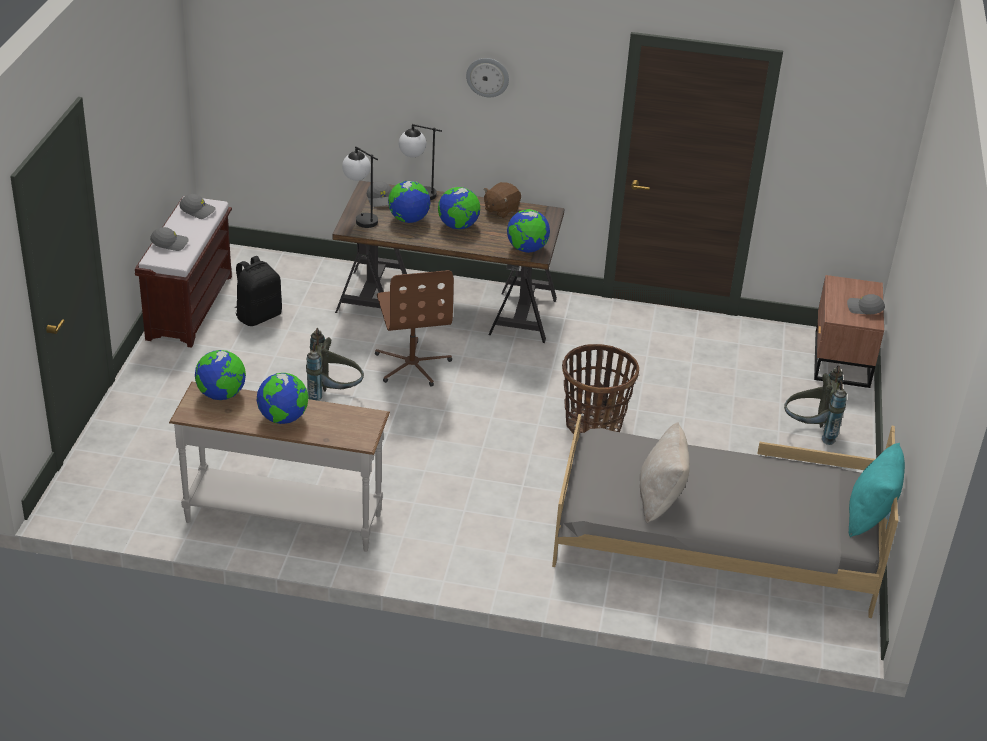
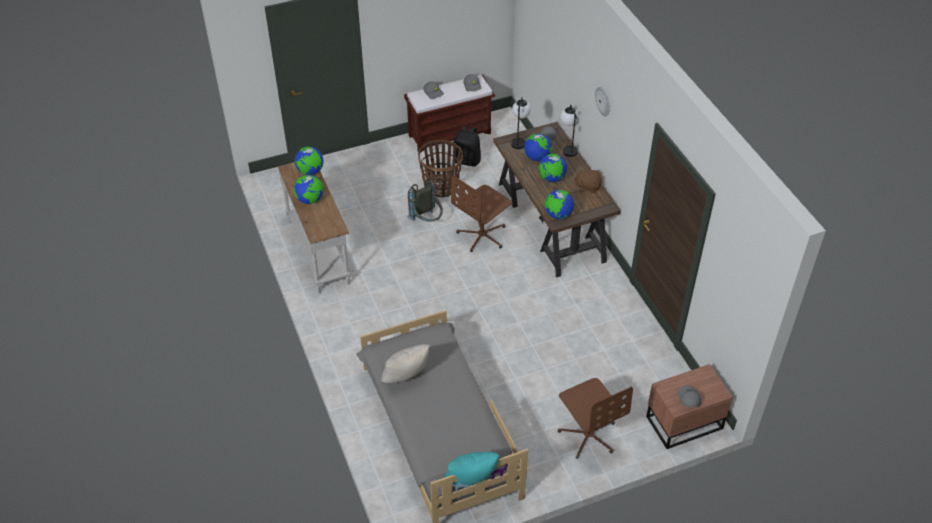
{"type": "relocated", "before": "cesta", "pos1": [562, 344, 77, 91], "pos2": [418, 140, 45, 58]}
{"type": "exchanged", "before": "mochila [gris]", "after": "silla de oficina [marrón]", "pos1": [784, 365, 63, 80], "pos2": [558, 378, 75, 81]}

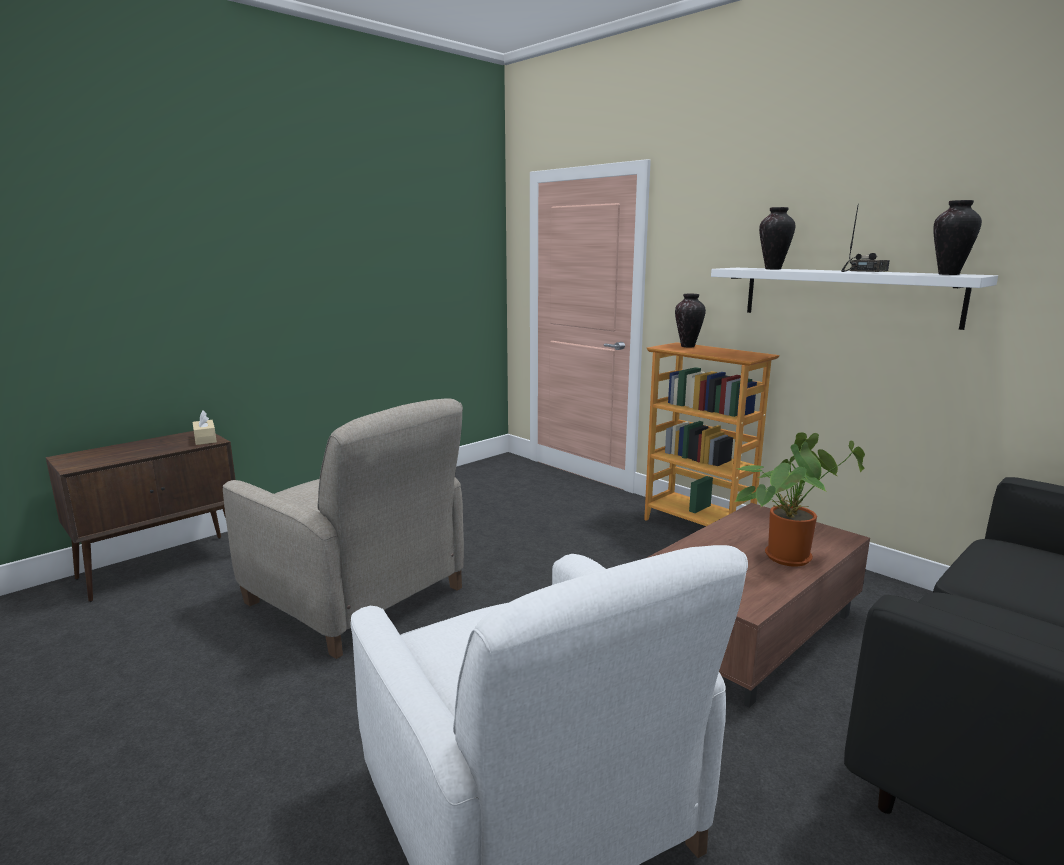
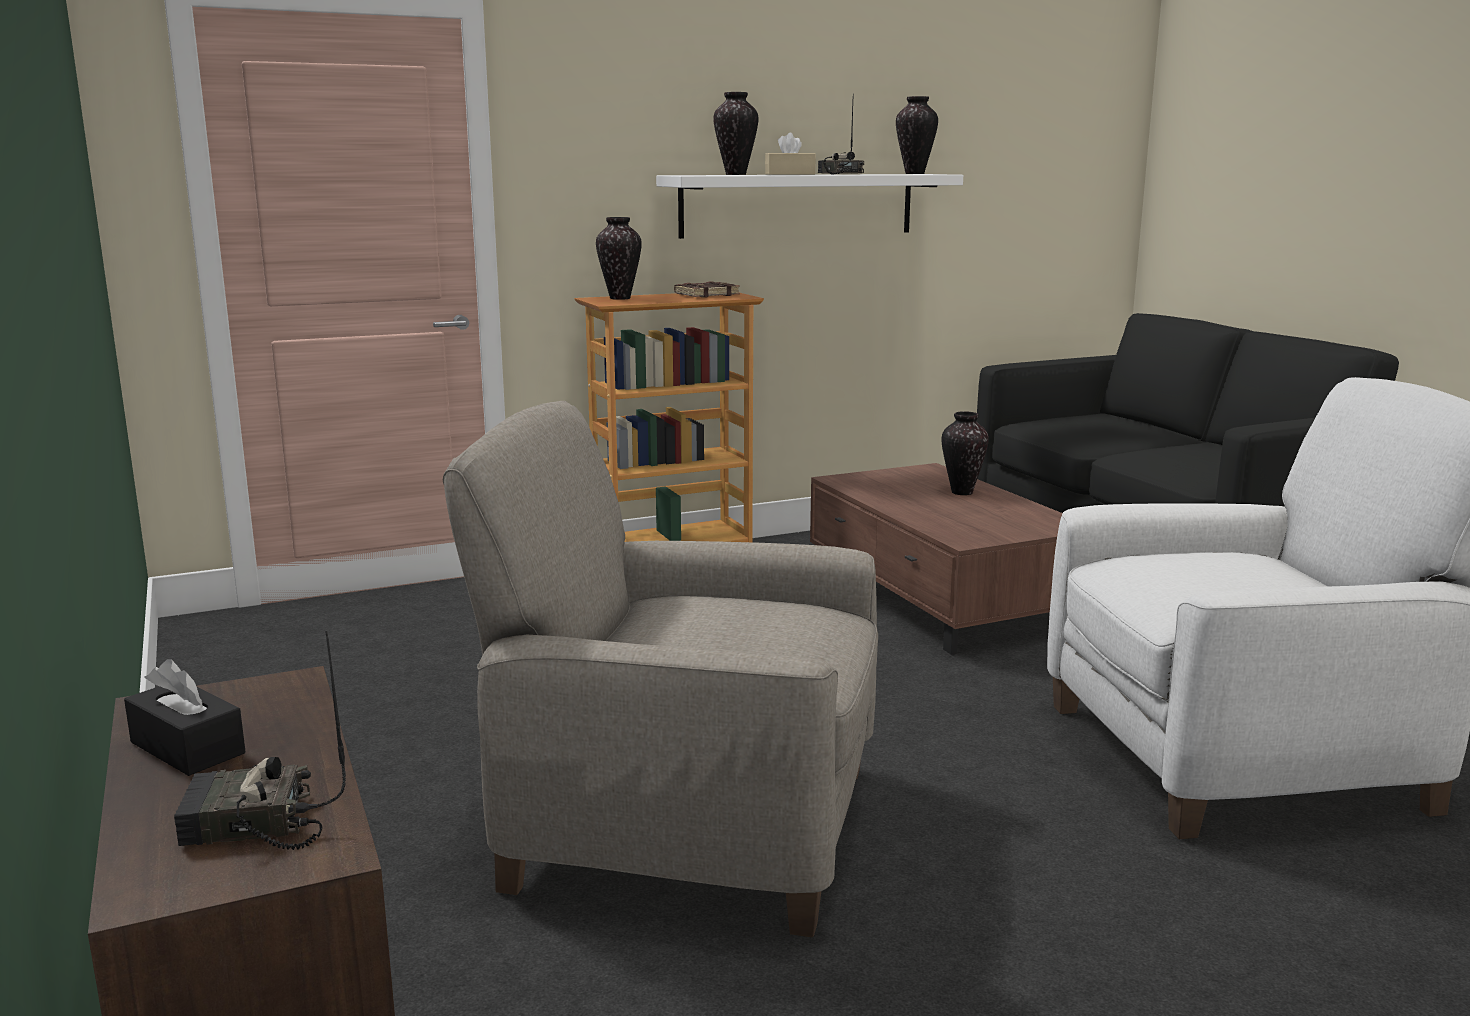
{"type": "appeared", "after": "caja de pañuelos [negro]", "pos2": [124, 659, 122, 117]}
{"type": "appeared", "after": "radio", "pos2": [174, 630, 172, 220]}
{"type": "spun", "before": "sillón [beis]", "pos1": [223, 398, 241, 261], "pos2": [443, 401, 435, 536], "turn": -135}
{"type": "appeared", "after": "libro [marrón]", "pos2": [674, 281, 66, 17]}
{"type": "relocated", "before": "caja de pañuelos [beis]", "pos1": [192, 410, 25, 35], "pos2": [765, 133, 51, 42]}
{"type": "exchanged", "before": "planta en maceta", "after": "florero", "pos1": [734, 432, 131, 135], "pos2": [942, 411, 47, 84]}

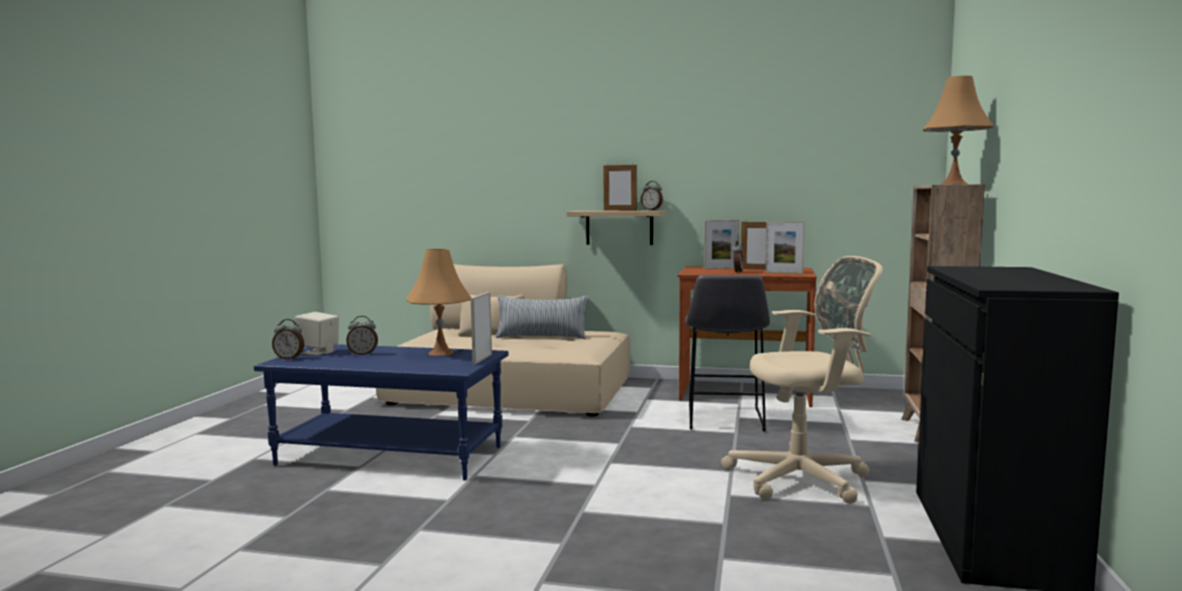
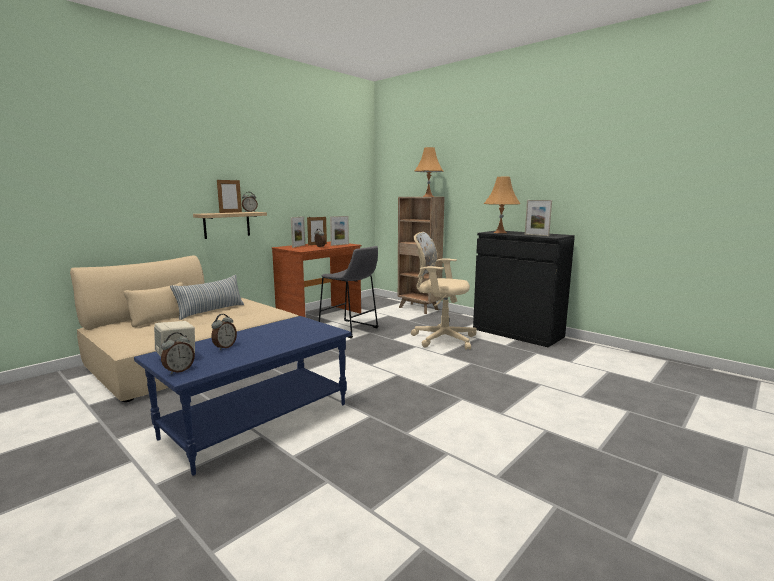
{"type": "spun", "before": "silla de oficina [beis]", "pos1": [721, 256, 162, 248], "pos2": [411, 232, 66, 118], "turn": -90}
{"type": "relocated", "before": "lámpara de mesa [naranja]", "pos1": [406, 249, 65, 107], "pos2": [484, 177, 36, 56]}
{"type": "relocated", "before": "portarretratos", "pos1": [471, 292, 21, 73], "pos2": [525, 200, 27, 36]}

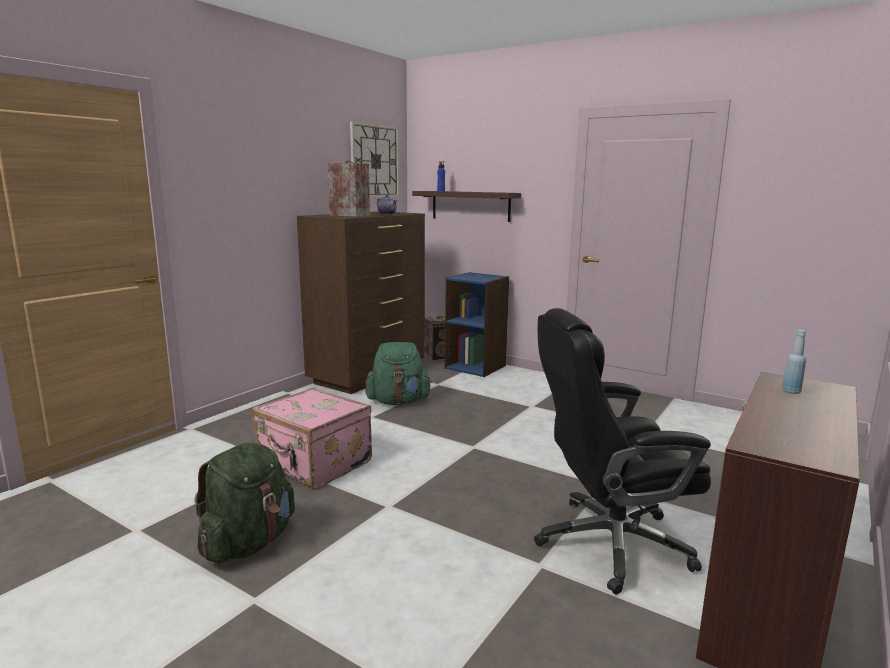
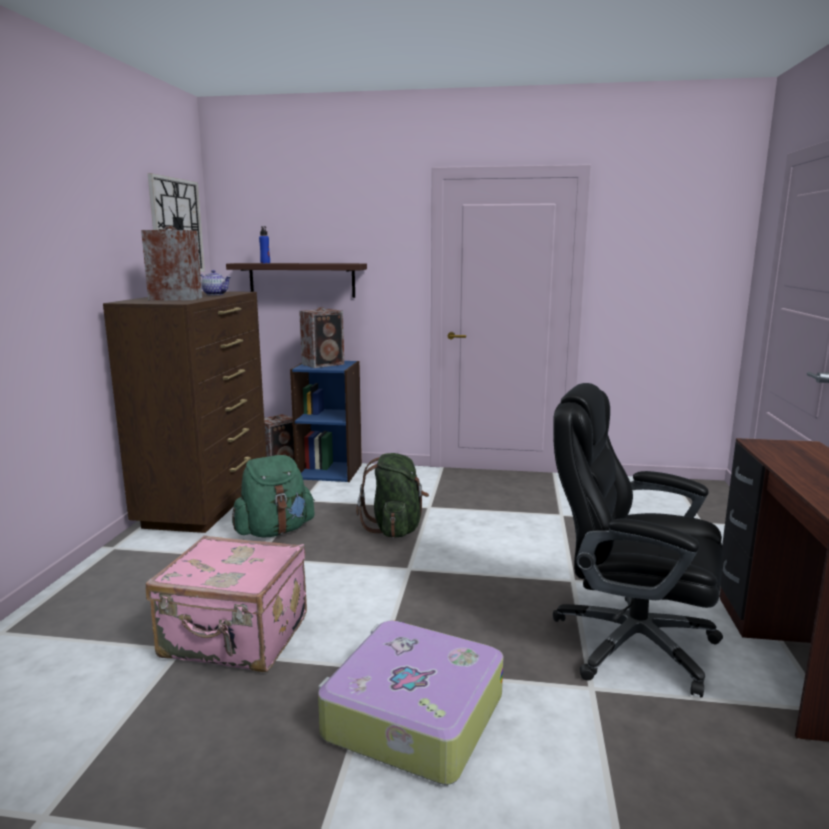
{"type": "appeared", "after": "altavoz", "pos2": [299, 307, 45, 61]}
{"type": "appeared", "after": "maleta", "pos2": [318, 620, 186, 165]}
{"type": "relocated", "before": "mochila [verde]", "pos1": [194, 443, 101, 120], "pos2": [356, 453, 73, 85]}
{"type": "spun", "before": "silla de oficina [negro]", "pos1": [534, 308, 177, 287], "pos2": [553, 383, 170, 315], "turn": 60}
{"type": "missing", "before": "botella [azul]", "pos1": [782, 330, 24, 64]}

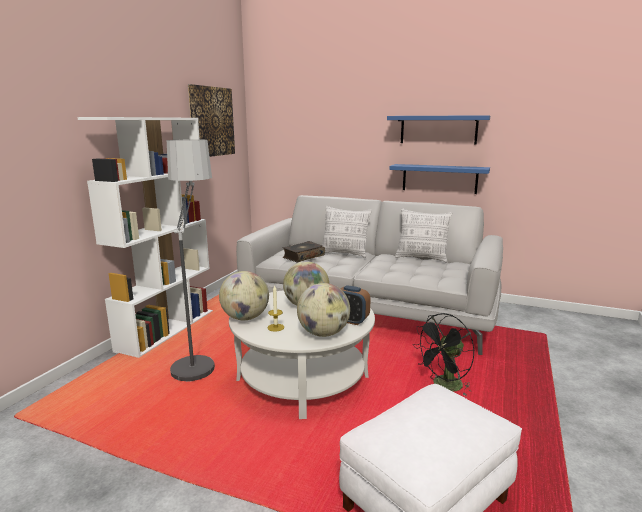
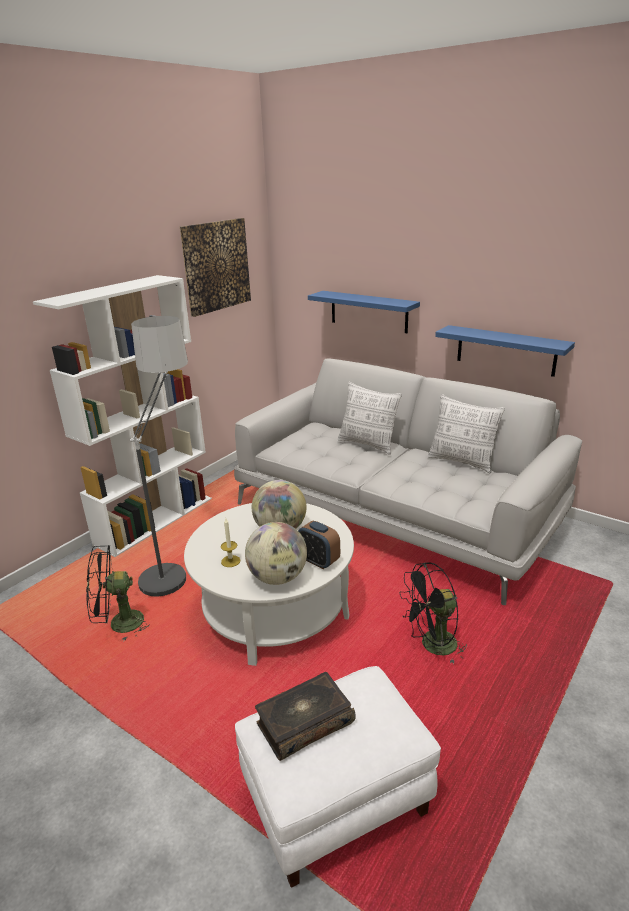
{"type": "appeared", "after": "ventilador [negro]", "pos2": [86, 545, 64, 95]}
{"type": "relocated", "before": "libro", "pos1": [283, 241, 42, 21], "pos2": [255, 672, 100, 89]}
{"type": "relocated", "before": "estante [azul]", "pos1": [387, 115, 103, 30], "pos2": [308, 291, 112, 42]}
{"type": "missing", "before": "globo terráqueo", "pos1": [219, 271, 50, 49]}

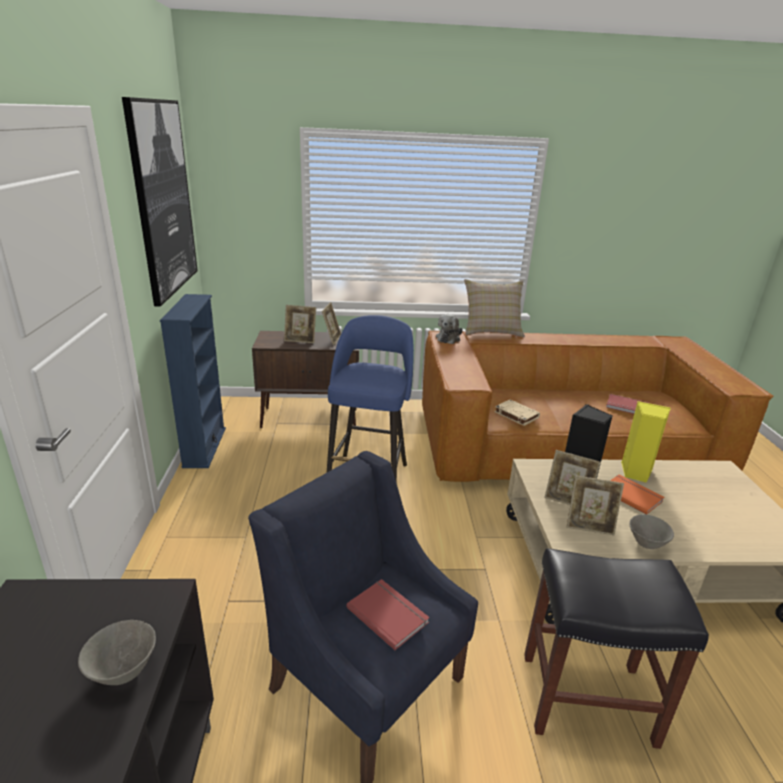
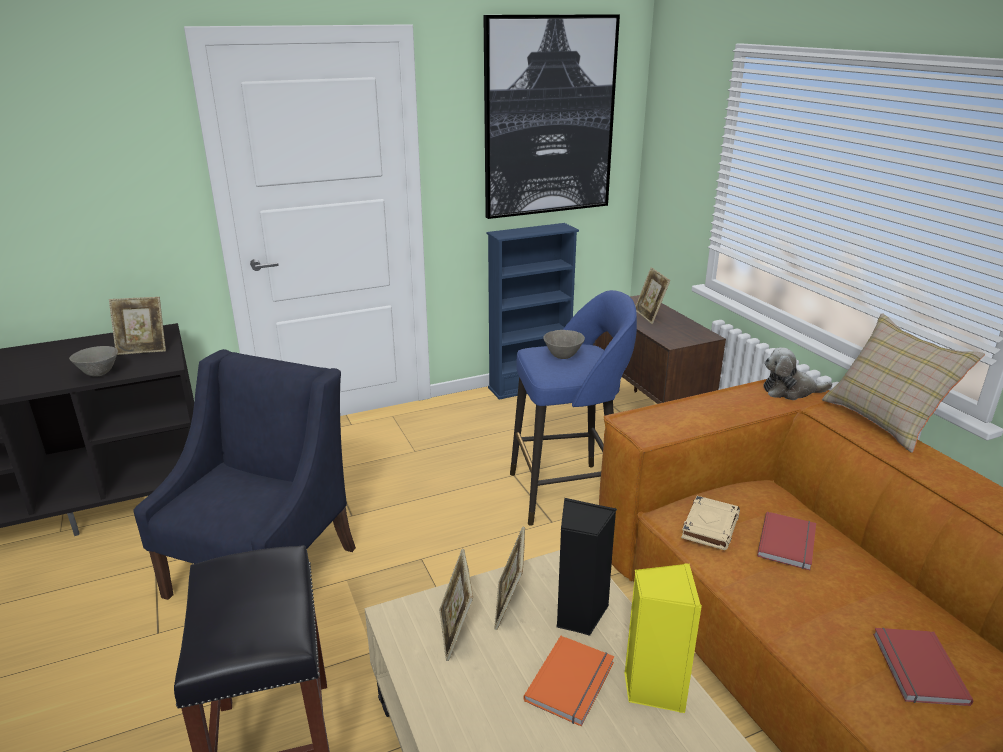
{"type": "relocated", "before": "portarretratos", "pos1": [322, 302, 19, 43], "pos2": [109, 297, 57, 58]}
{"type": "relocated", "before": "cuenco [gris]", "pos1": [629, 514, 45, 35], "pos2": [543, 330, 42, 29]}
{"type": "relocated", "before": "libro [rojo]", "pos1": [347, 579, 83, 71], "pos2": [757, 512, 59, 58]}

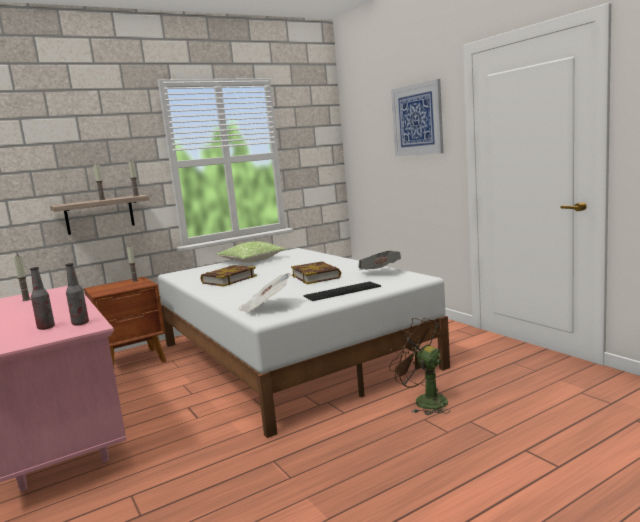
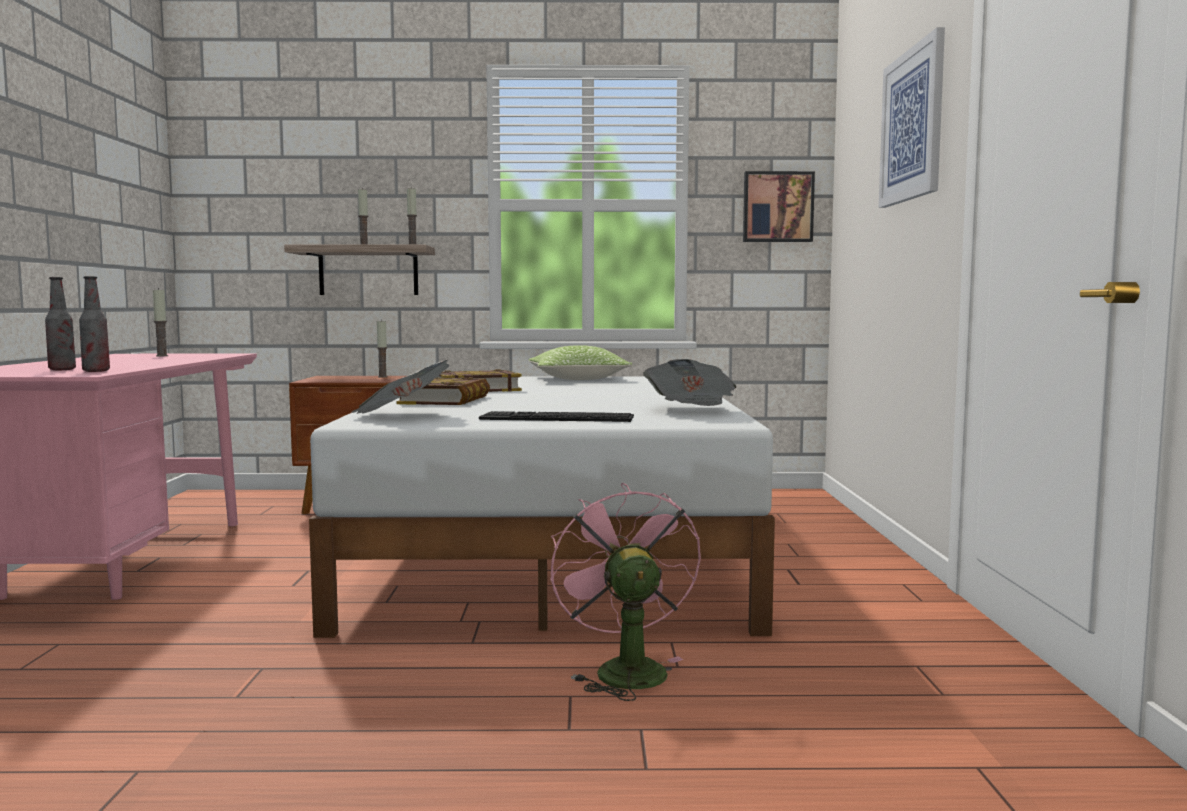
{"type": "relocated", "before": "libro", "pos1": [291, 261, 50, 23], "pos2": [397, 377, 93, 28]}
{"type": "colour", "before": "ventilador [marrón]", "after": "ventilador [rosa]", "pos1": [389, 318, 61, 97], "pos2": [550, 483, 151, 218]}
{"type": "appeared", "after": "cuadro", "pos2": [743, 171, 72, 71]}

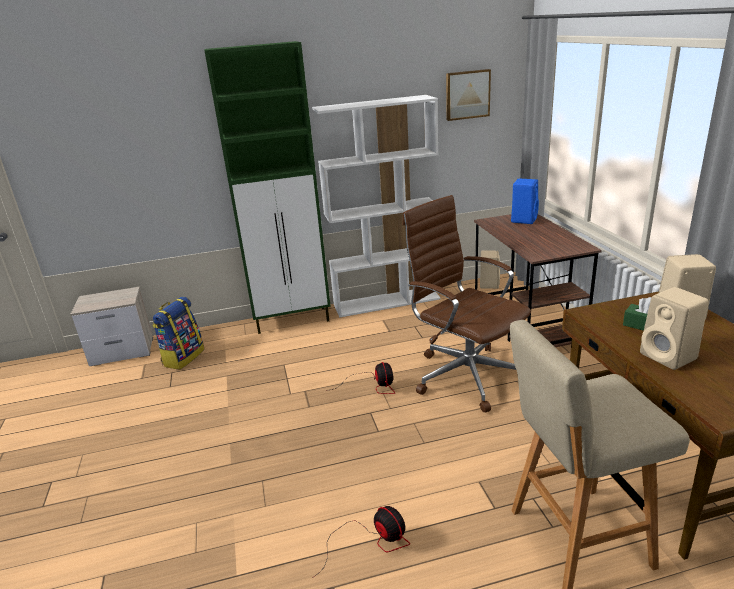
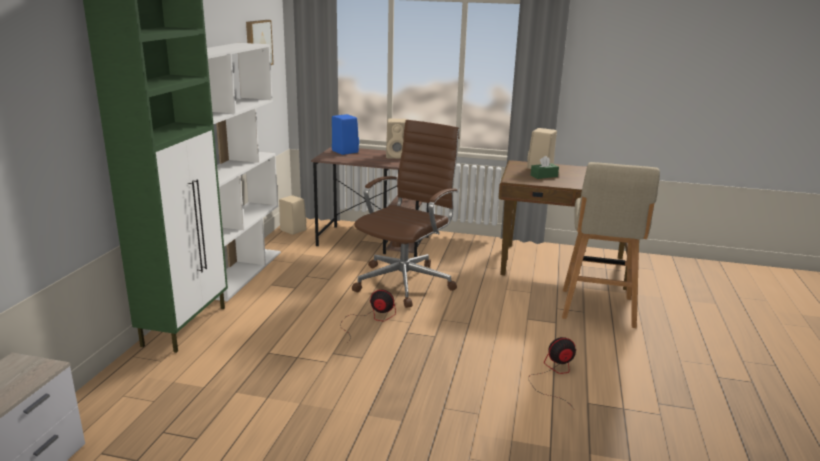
{"type": "spun", "before": "silla de oficina [marrón]", "pos1": [402, 195, 129, 217], "pos2": [352, 120, 107, 188], "turn": 135}
{"type": "relocated", "before": "altavoz [beis]", "pos1": [640, 287, 69, 83], "pos2": [386, 119, 21, 40]}
{"type": "missing", "before": "mochila", "pos1": [152, 297, 52, 72]}

